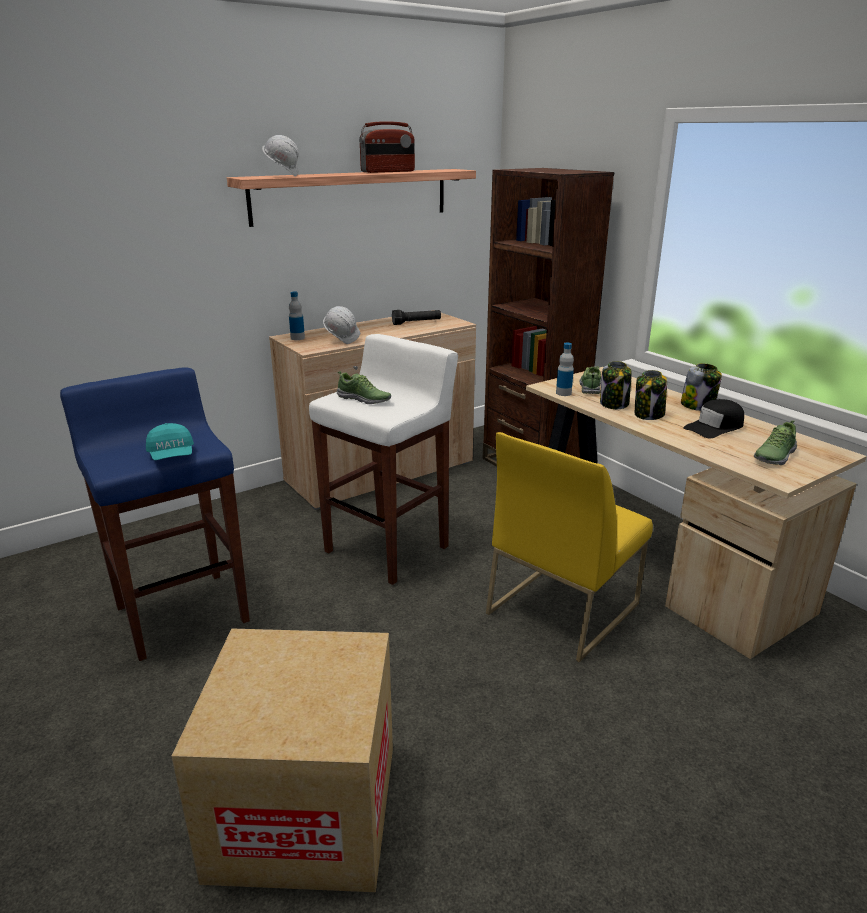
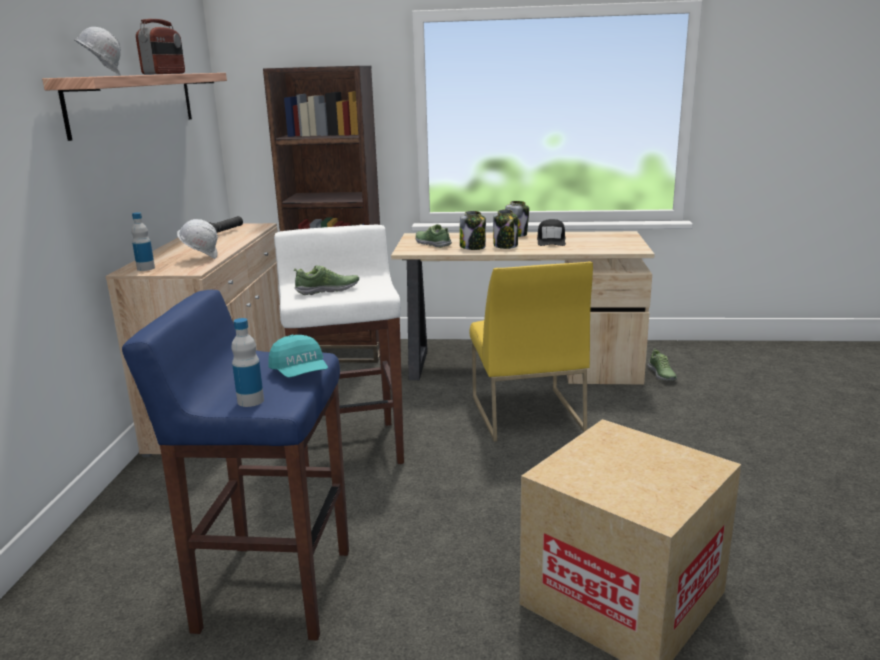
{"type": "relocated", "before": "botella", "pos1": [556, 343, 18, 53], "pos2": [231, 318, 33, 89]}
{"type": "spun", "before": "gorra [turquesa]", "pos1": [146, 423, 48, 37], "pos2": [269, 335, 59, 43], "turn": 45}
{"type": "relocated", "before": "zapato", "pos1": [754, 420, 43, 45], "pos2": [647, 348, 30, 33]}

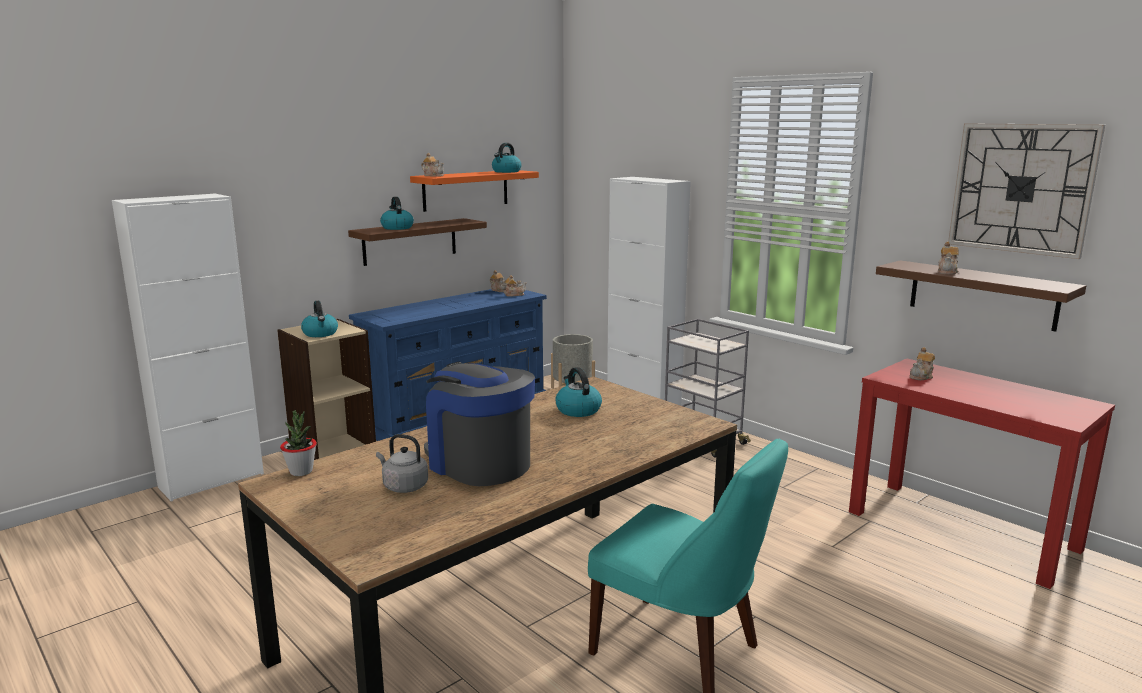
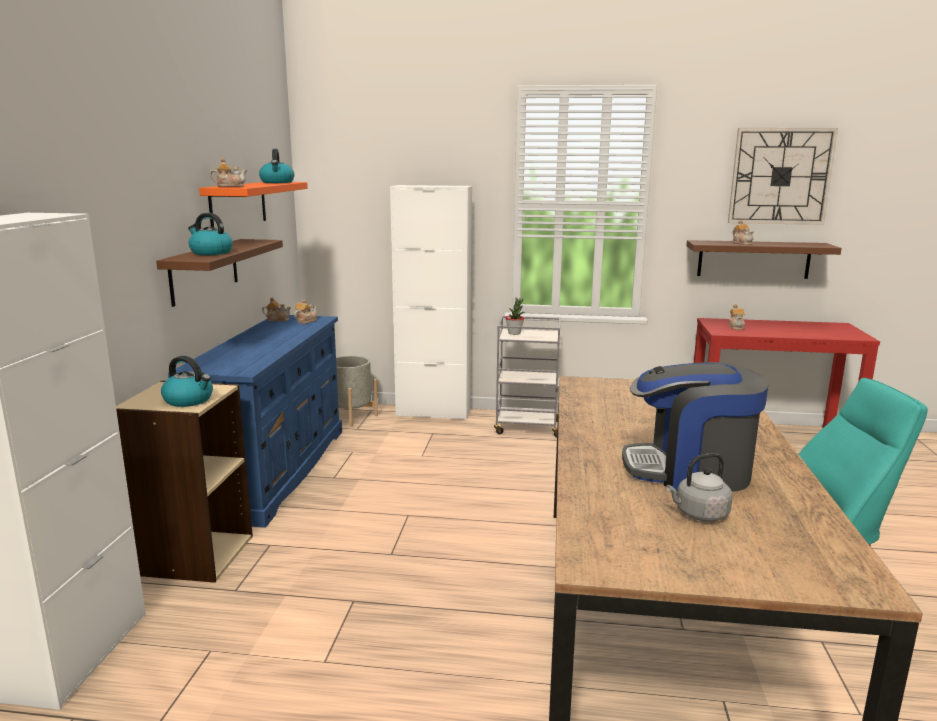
{"type": "relocated", "before": "planta en maceta", "pos1": [280, 410, 37, 66], "pos2": [505, 298, 19, 37]}
{"type": "missing", "before": "hervidor", "pos1": [555, 367, 47, 50]}

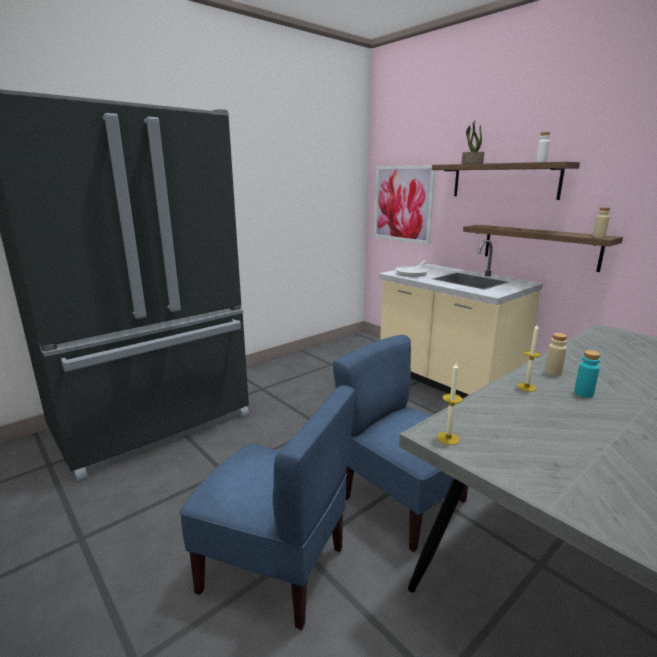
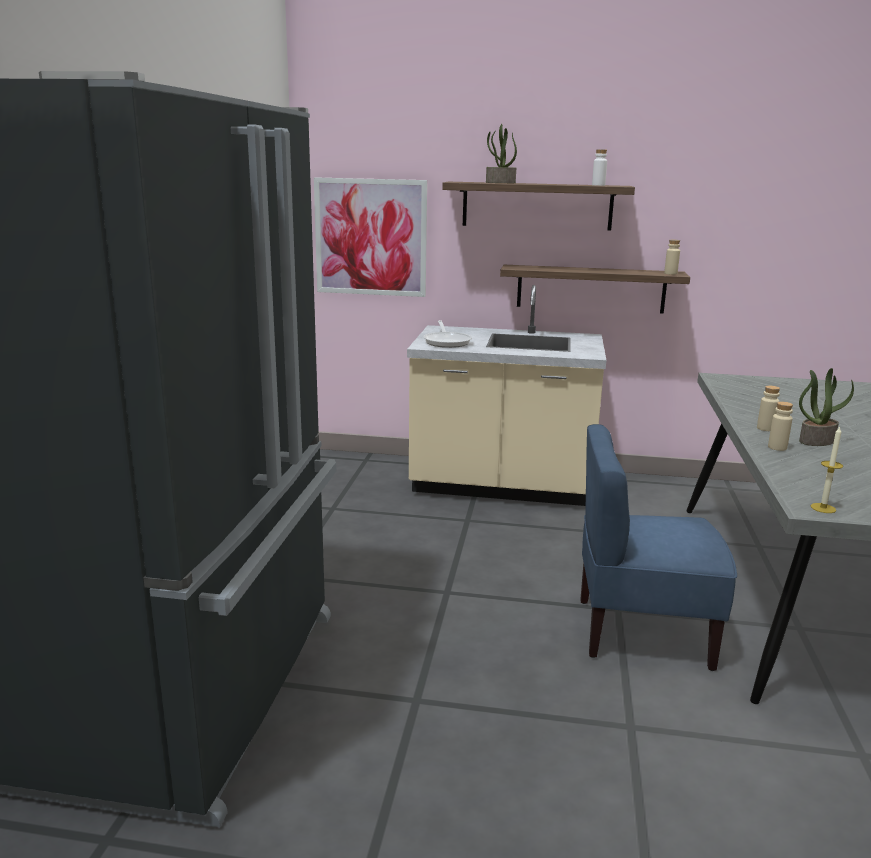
{"type": "exchanged", "before": "vela", "after": "botella [beis]", "pos1": [517, 325, 24, 67], "pos2": [768, 402, 25, 49]}
{"type": "exchanged", "before": "botella [turquesa]", "after": "planta en maceta", "pos1": [574, 350, 27, 48], "pos2": [799, 368, 55, 78]}
{"type": "missing", "before": "silla [azul]", "pos1": [180, 385, 175, 245]}

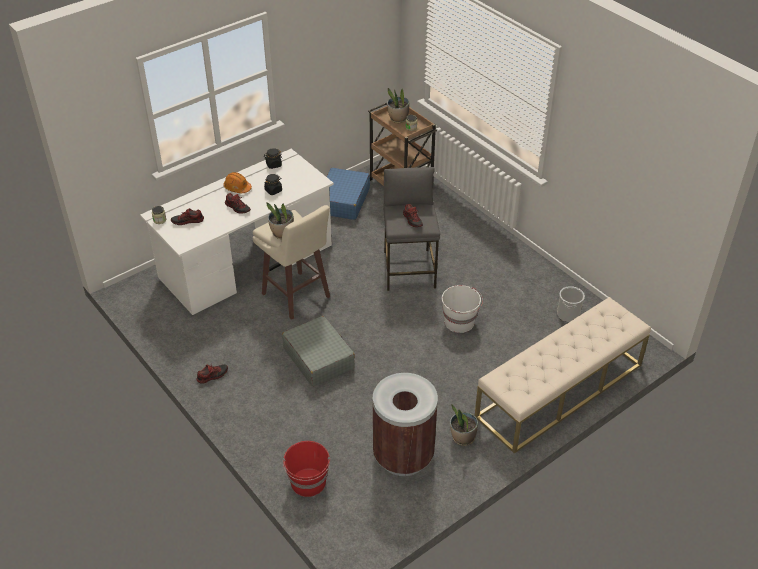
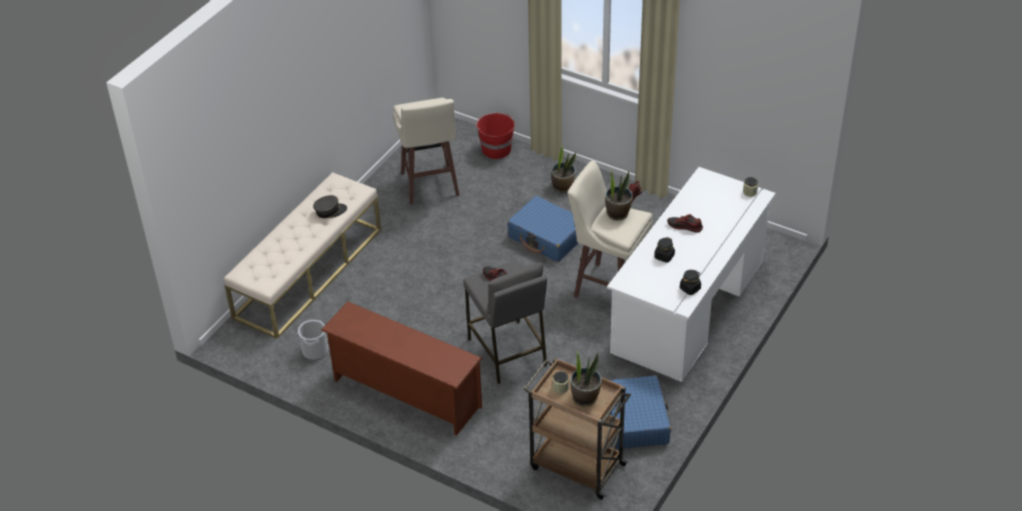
{"type": "appeared", "after": "gorra [gris]", "pos2": [313, 195, 34, 23]}
{"type": "appeared", "after": "zapatero [marrón]", "pos2": [321, 301, 161, 135]}
{"type": "exchanged", "before": "papelera [marrón]", "after": "taburete [beis]", "pos1": [373, 373, 65, 103], "pos2": [393, 98, 67, 106]}
{"type": "colour", "before": "maleta [gris]", "after": "maleta [azul]", "pos1": [282, 316, 73, 71], "pos2": [507, 196, 71, 66]}
{"type": "relocated", "before": "planta en maceta", "pos1": [450, 404, 28, 42], "pos2": [551, 145, 25, 47]}
{"type": "missing", "before": "zapato", "pos1": [171, 208, 33, 17]}
{"type": "missing", "before": "casco [naranja]", "pos1": [223, 172, 29, 21]}
{"type": "missing", "before": "cubo [blanco]", "pos1": [442, 285, 41, 48]}

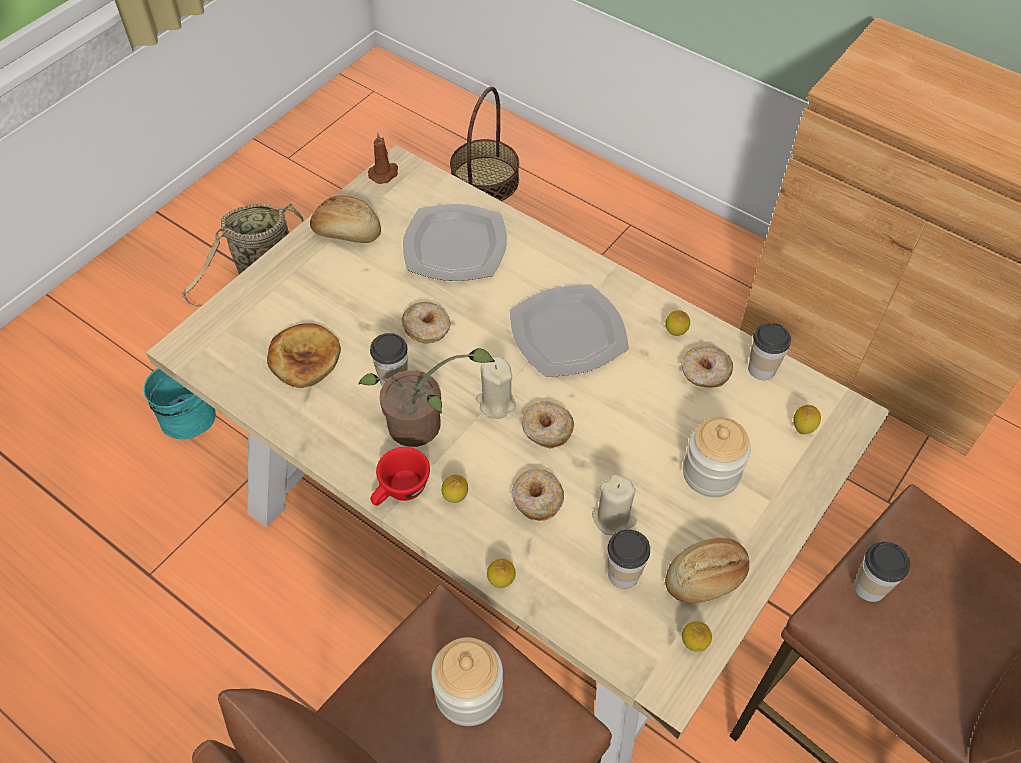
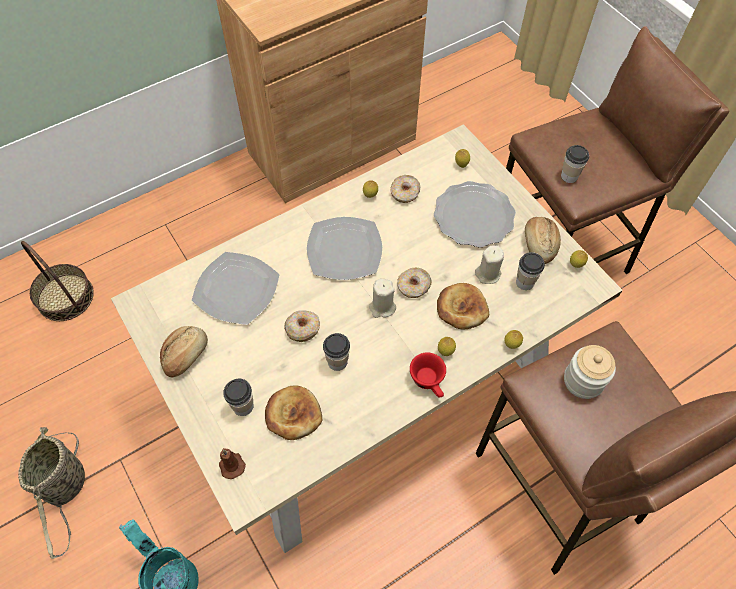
{"type": "relocated", "before": "vela [marrón]", "pos1": [368, 133, 30, 51], "pos2": [219, 448, 27, 31]}
{"type": "relocated", "before": "taza", "pos1": [748, 323, 43, 57], "pos2": [223, 379, 31, 37]}
{"type": "exchanged", "before": "tarro", "after": "plato", "pos1": [683, 417, 68, 80], "pos2": [434, 181, 82, 66]}
{"type": "exchanged", "before": "rosquilla", "after": "pan", "pos1": [511, 469, 53, 52], "pos2": [437, 283, 52, 47]}
{"type": "missing", "before": "planta en maceta", "pos1": [358, 348, 137, 99]}

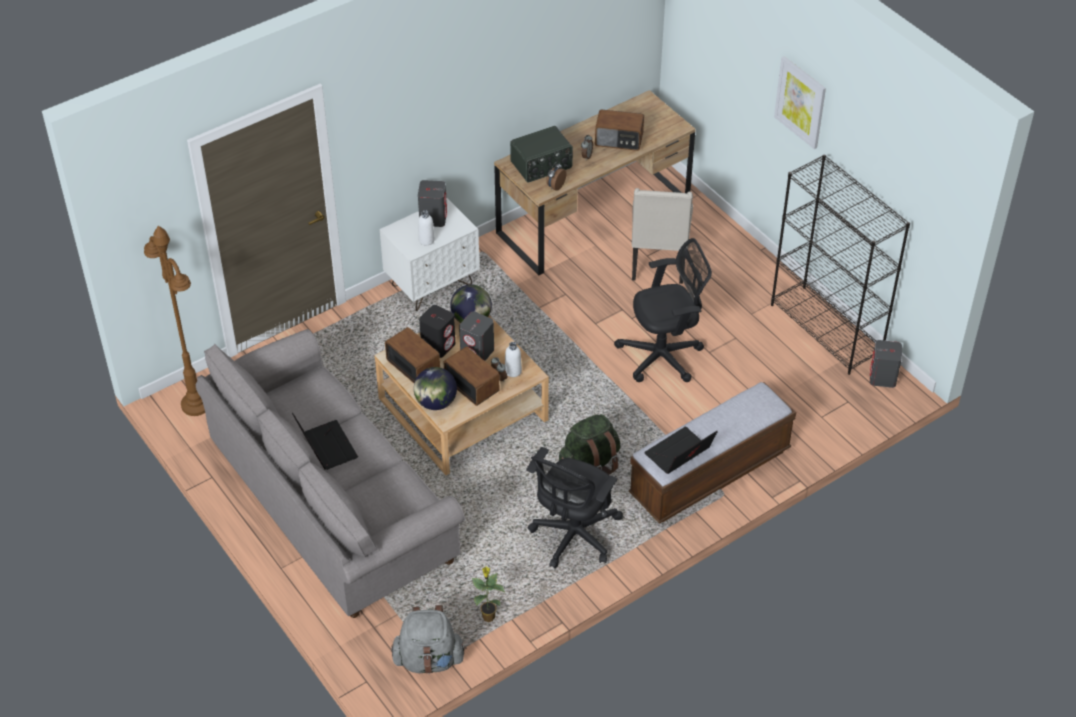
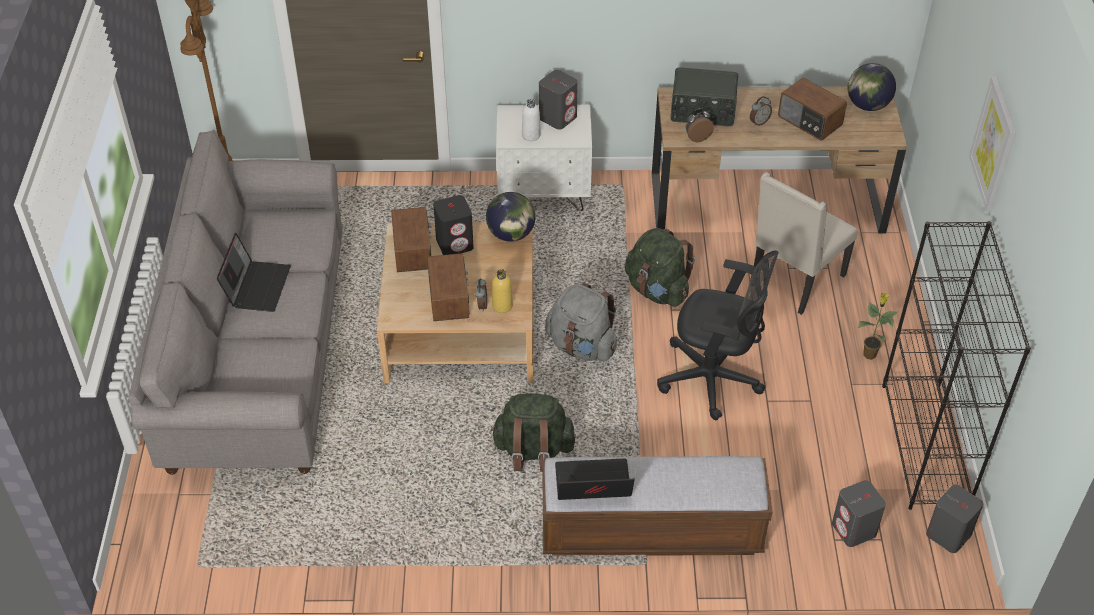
{"type": "colour", "before": "botella [blanco]", "after": "botella [amarillo]", "pos1": [505, 342, 17, 35], "pos2": [492, 269, 21, 44]}
{"type": "relocated", "before": "mochila [gris]", "pos1": [391, 605, 75, 69], "pos2": [545, 283, 72, 78]}
{"type": "appeared", "after": "mochila [verde]", "pos2": [625, 228, 70, 79]}
{"type": "relocated", "before": "altavoz [gris]", "pos1": [459, 311, 35, 50], "pos2": [832, 480, 54, 67]}
{"type": "relocated", "before": "globo terráqueo", "pos1": [414, 367, 43, 43], "pos2": [848, 63, 48, 48]}
{"type": "relocated", "before": "planta en maceta", "pos1": [472, 567, 33, 55], "pos2": [858, 293, 40, 67]}
{"type": "missing", "before": "silla de oficina [negro]", "pos1": [527, 447, 96, 121]}

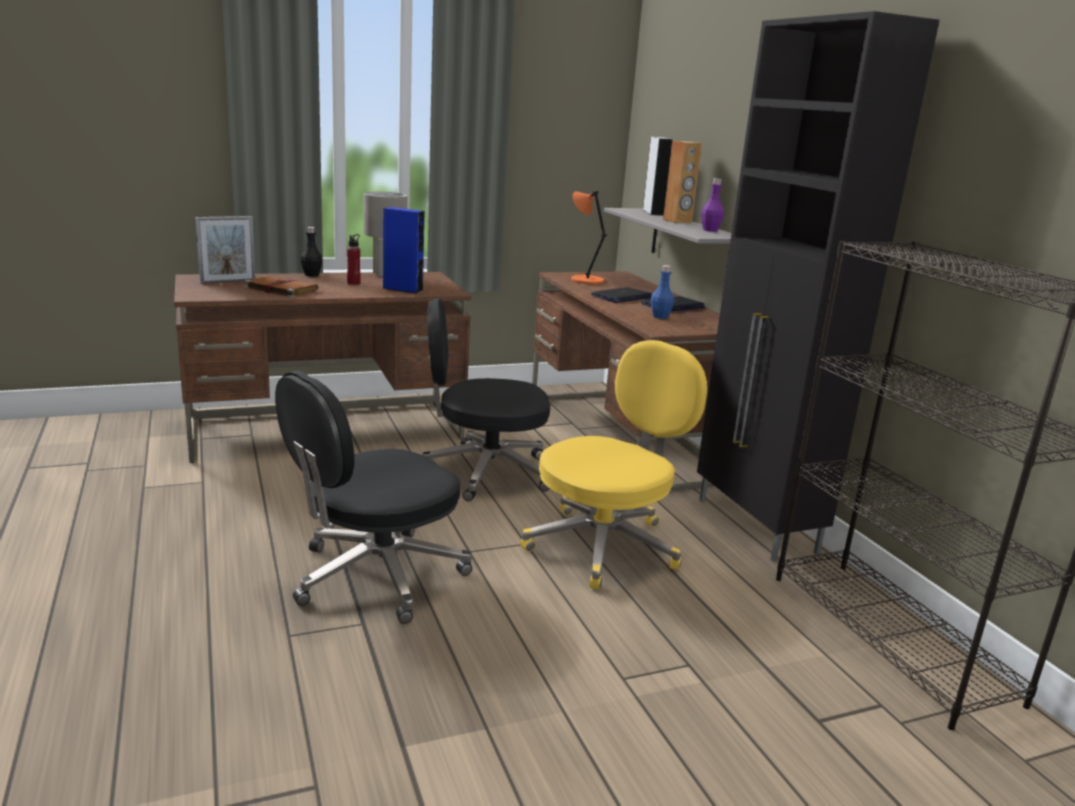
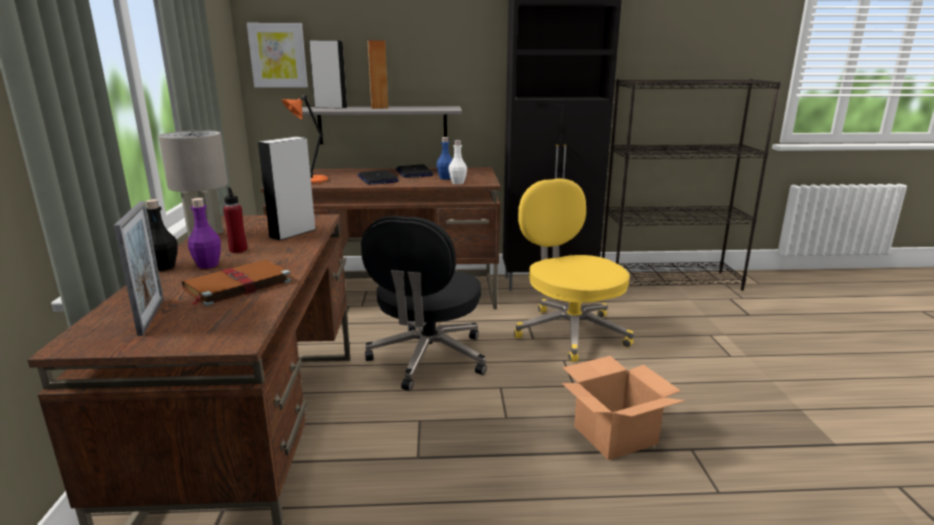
{"type": "relocated", "before": "botella [morado]", "pos1": [701, 178, 23, 54], "pos2": [188, 198, 33, 71]}
{"type": "appeared", "after": "cuadro", "pos2": [247, 23, 61, 65]}
{"type": "colour", "before": "altavoz [azul]", "after": "altavoz [gris]", "pos1": [382, 207, 42, 86], "pos2": [258, 137, 58, 104]}
{"type": "appeared", "after": "botella [blanco]", "pos2": [448, 140, 19, 44]}
{"type": "exchanged", "before": "silla de oficina [negro]", "after": "caja de cartón", "pos1": [275, 370, 197, 254], "pos2": [562, 356, 123, 104]}

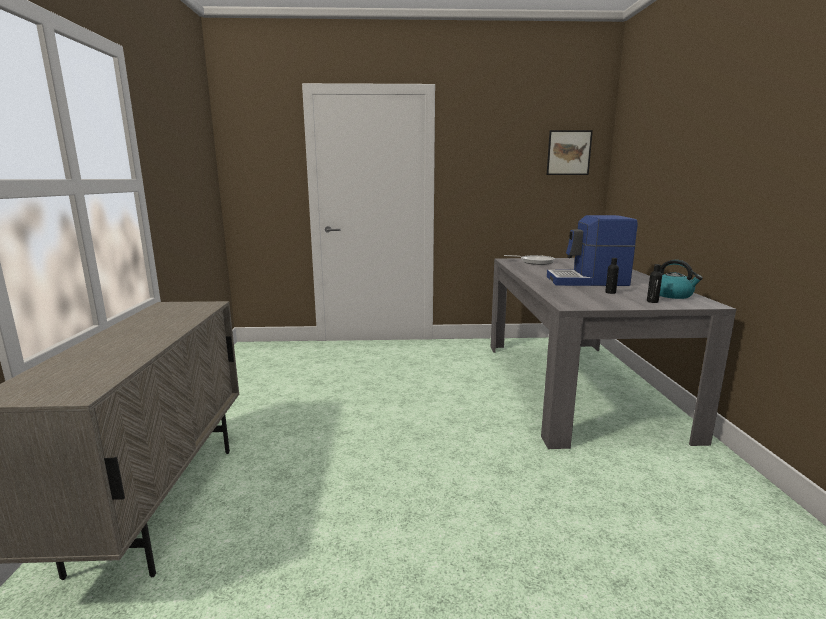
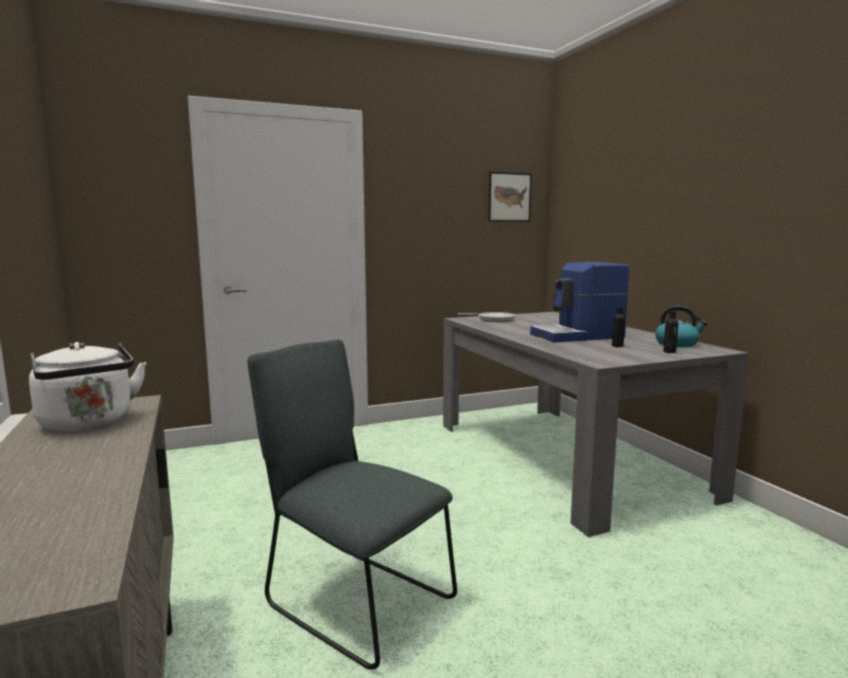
{"type": "appeared", "after": "hervidor [blanco]", "pos2": [29, 342, 117, 90]}
{"type": "appeared", "after": "silla [gris]", "pos2": [248, 339, 209, 331]}

